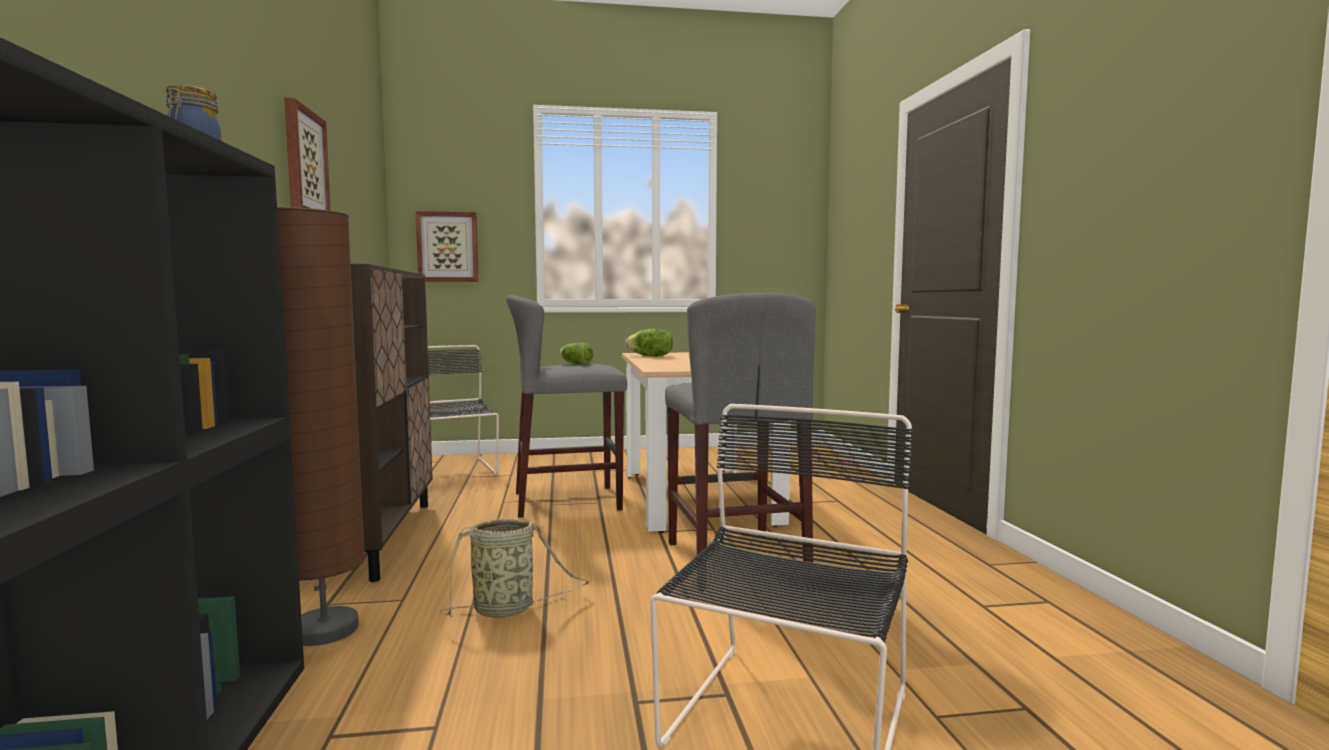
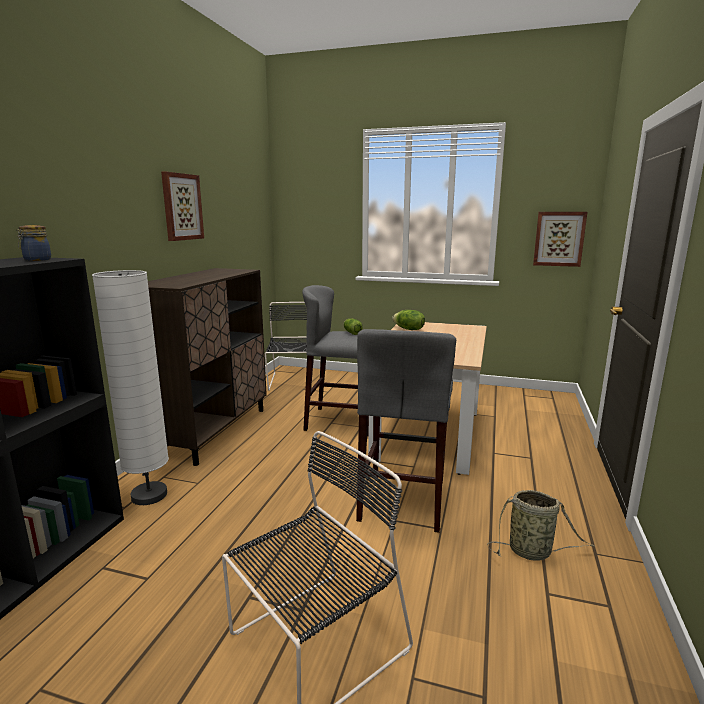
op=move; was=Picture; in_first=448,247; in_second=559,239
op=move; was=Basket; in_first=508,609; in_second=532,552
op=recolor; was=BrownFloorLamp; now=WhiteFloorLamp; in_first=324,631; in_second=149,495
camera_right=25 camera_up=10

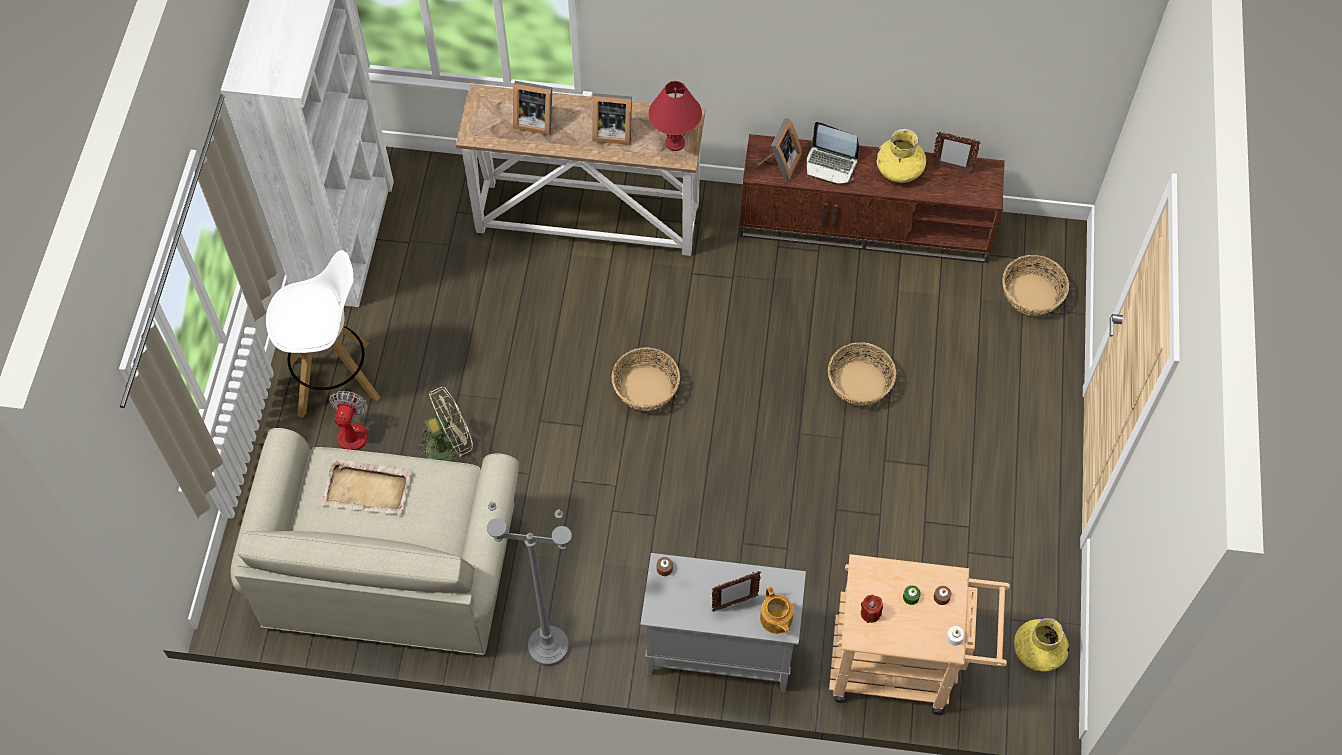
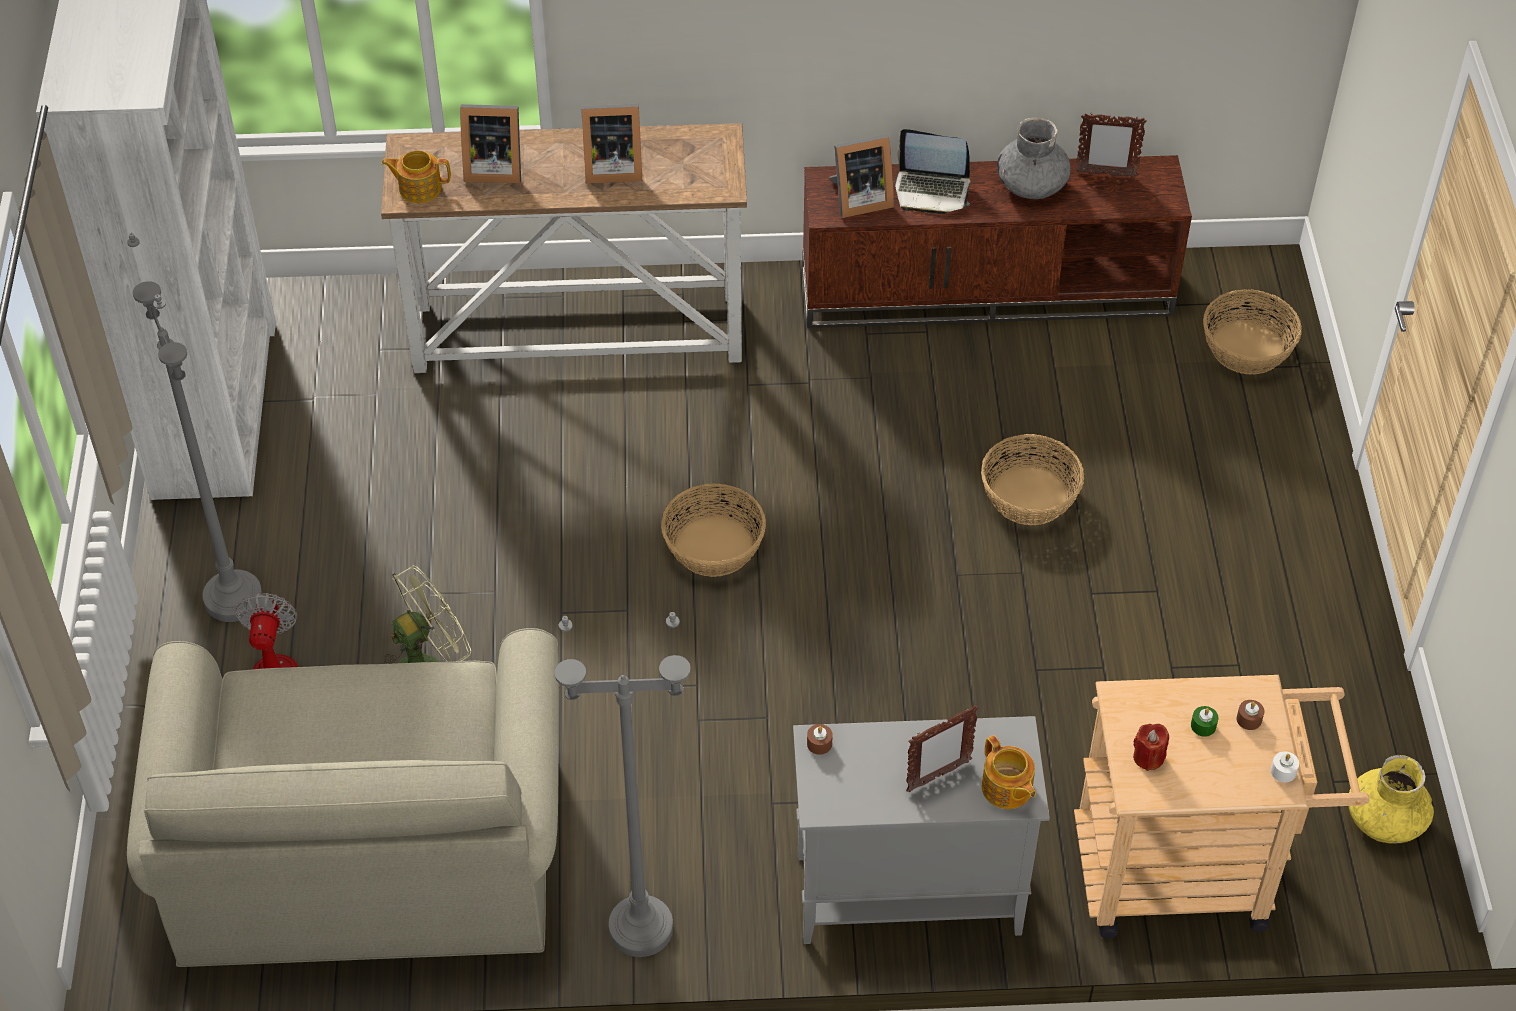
op=delete; was=BeigeTray; in_first=368,489
op=delete; was=RedTableLamp; in_first=674,143
op=insert; now=Teapot; in_second=419,188
op=replace; was=WhiteStool; now=GreyFloorLamp; in_first=335,379; in_second=234,599
op=recolor; was=YellowVase; now=GreyVase; in_first=899,169; in_second=1031,184
op=rotate; was=PictureFrame; in_first=780,164; in_second=858,199; clockwise=60
camera_right=-10 camera_up=-10

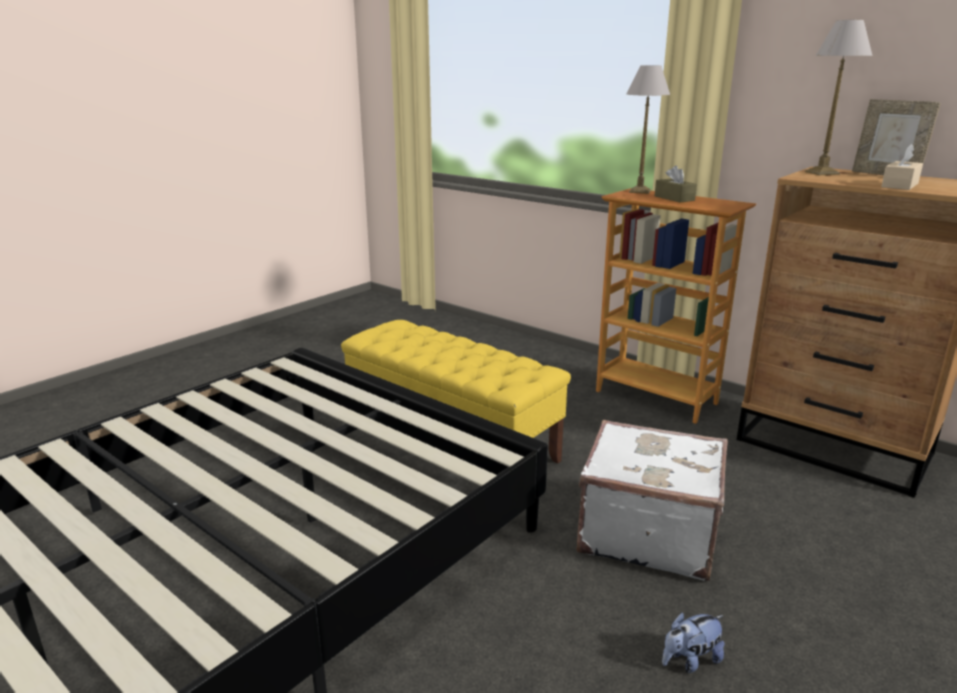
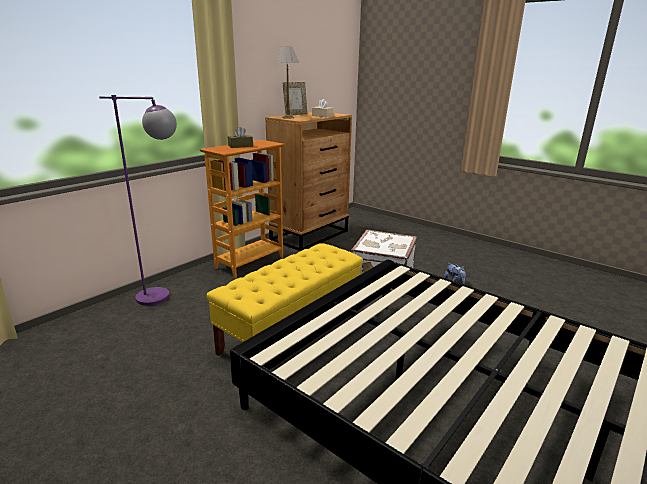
op=delete; was=TableLamp; in_first=640,191
op=insert; now=PurpleFloorLamp; in_second=164,297
camera_right=-90 camera_up=0

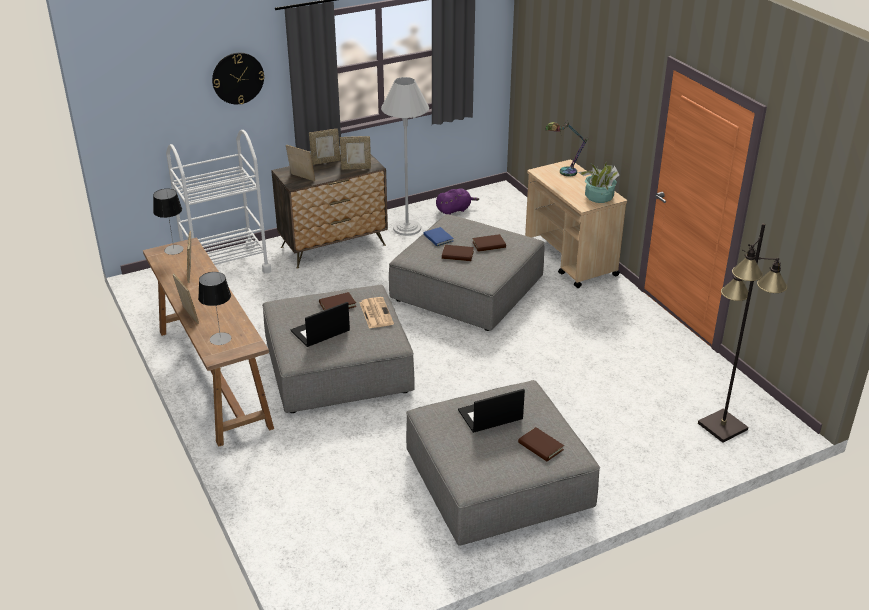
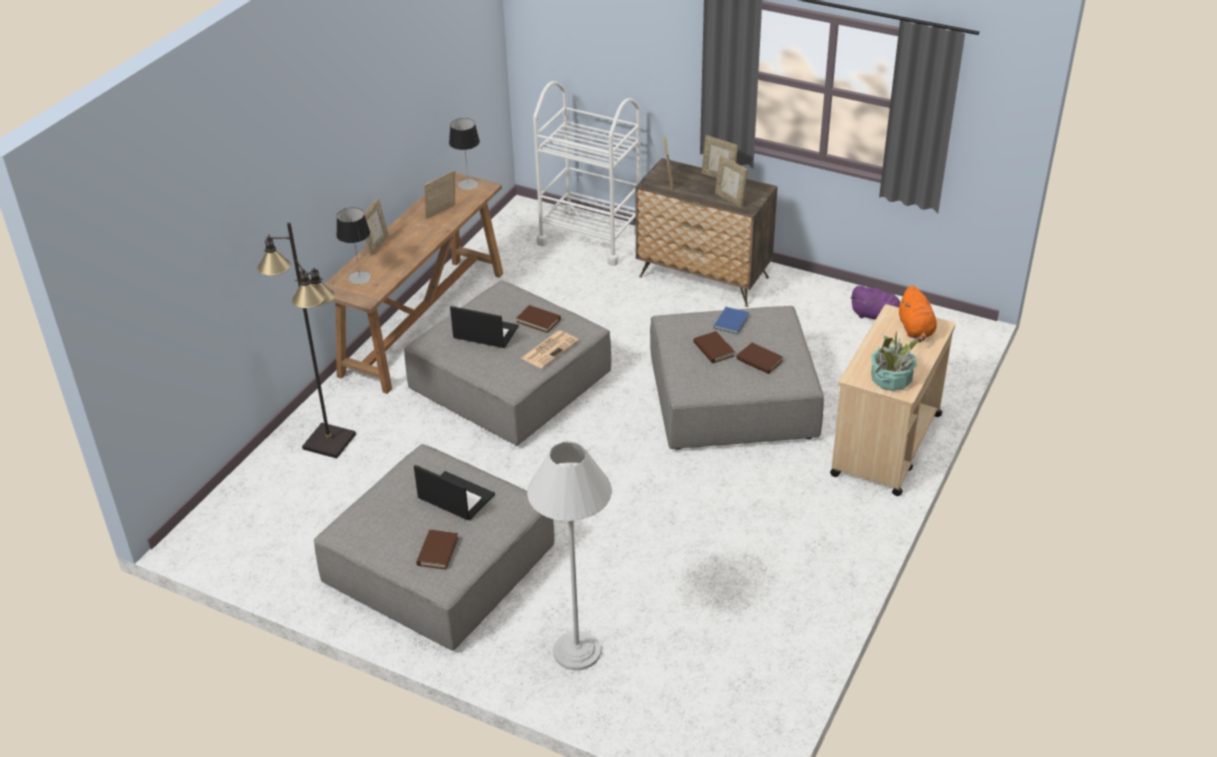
op=delete; was=WallClock; in_first=238,78
op=move; was=WhiteFloorLamp; in_first=407,228; in_second=576,651
op=move; was=BlackFloorLamp; in_first=721,426; in_second=329,441
op=replace; was=TableLamp; now=OrangePlushToy; in_first=562,171; in_second=916,329
camera_right=55 camera_up=5

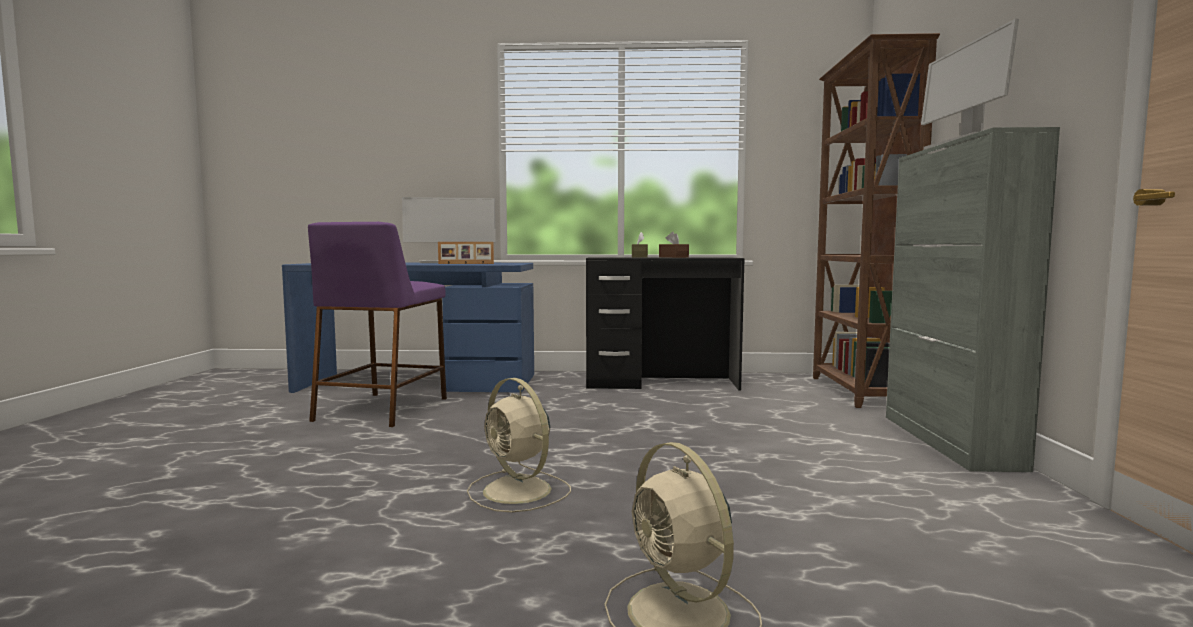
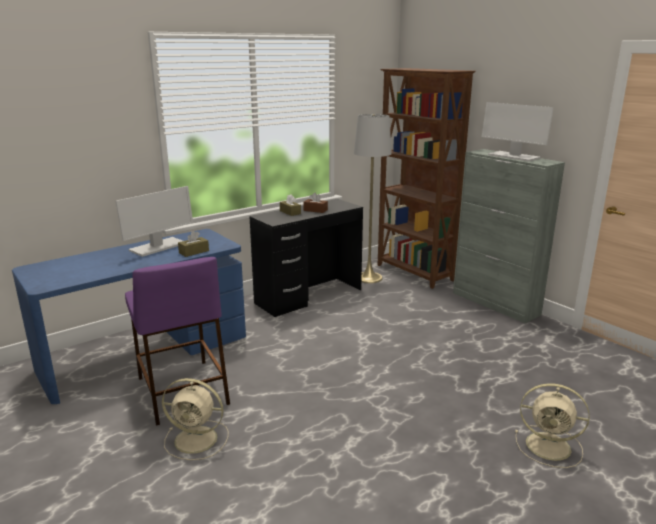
op=insert; now=GreyFloorLamp; in_second=369,278
op=move; was=BeigeFan; in_first=519,491; in_second=198,439
op=replace; was=PictureFrame; now=BrownTissueBox; in_first=466,263; in_second=194,252
camera_right=-40 camera_up=15

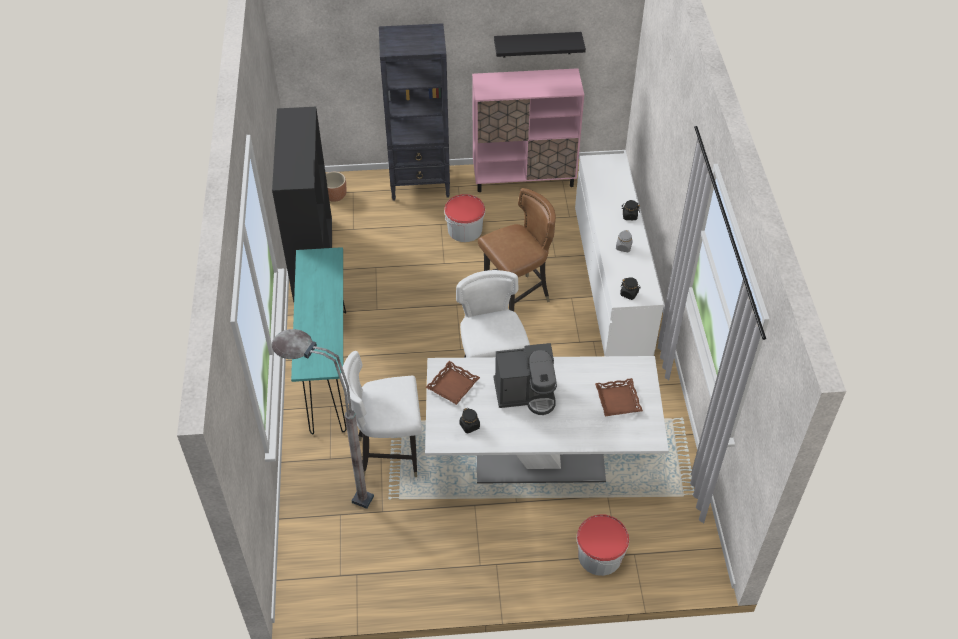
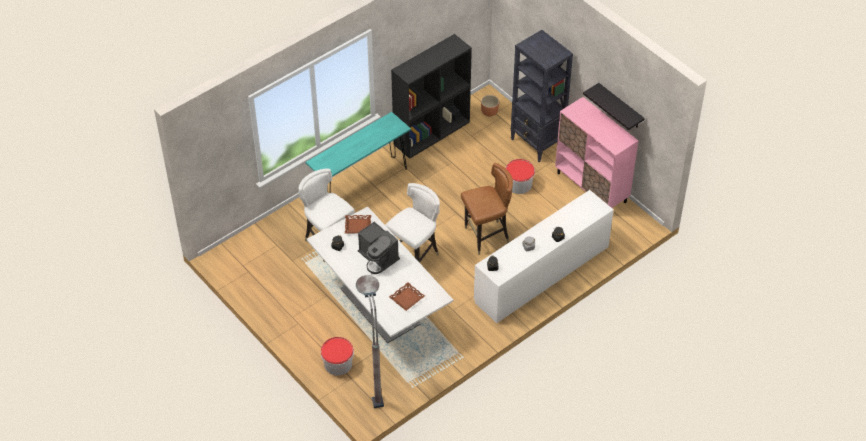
op=move; was=GreyFloorLamp; in_first=332,487; in_second=374,383
op=rotate; was=BrownChair; in_first=516,298; in_second=486,237; clockwise=-45
camera_right=55 camera_up=0

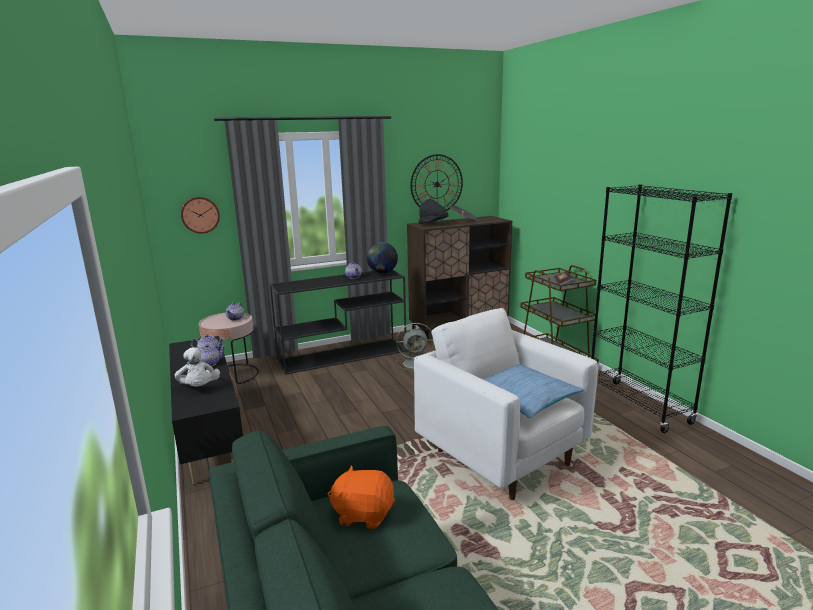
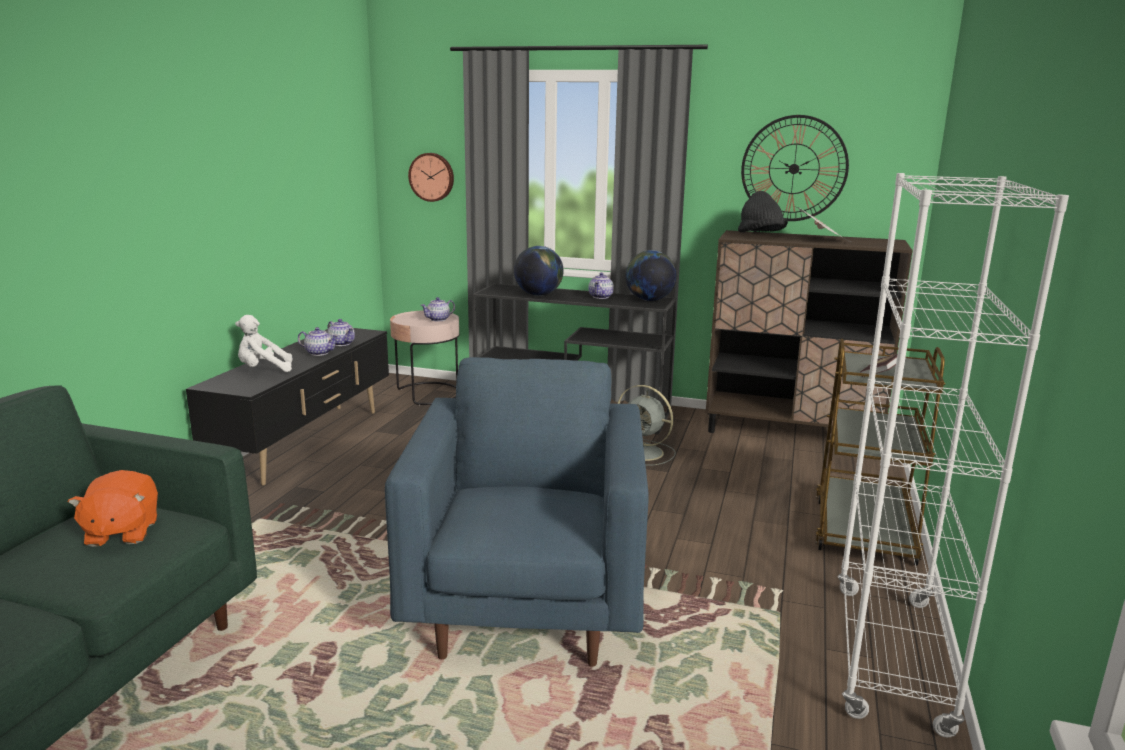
op=delete; was=Pillow; in_first=523,399
op=insert; now=Globe; in_second=538,294
op=recolor; was=WhiteArmchair; now=BlueArmchair; in_first=502,458; in_second=526,608
op=recolor; was=BlackBookcase; now=WhiteBookcase; in_first=638,406; in_second=890,657
op=rotate; was=WhitePlushToy; in_first=199,387; in_second=263,370; clockwise=60
op=rotate; was=OrangePlushToy; in_first=363,514; in_second=121,533; clockwise=-150
camera_right=40 camera_up=0

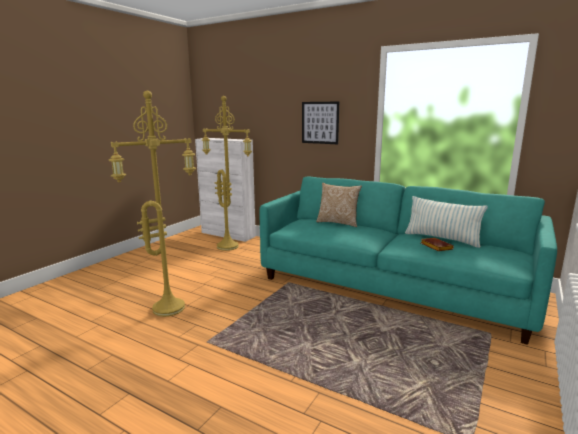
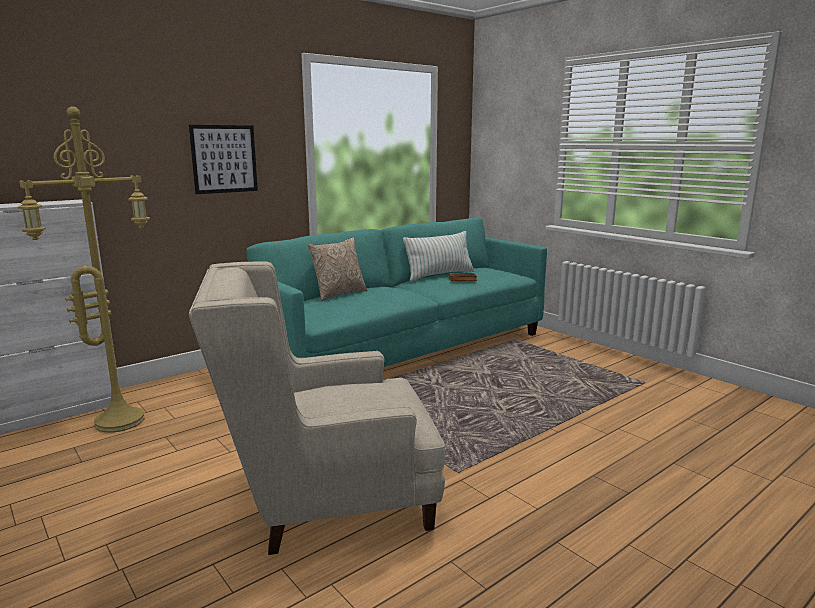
op=replace; was=YellowFloorLamp; now=BeigeArmchair; in_first=169,307; in_second=325,499
camera_right=-70 camera_up=0

